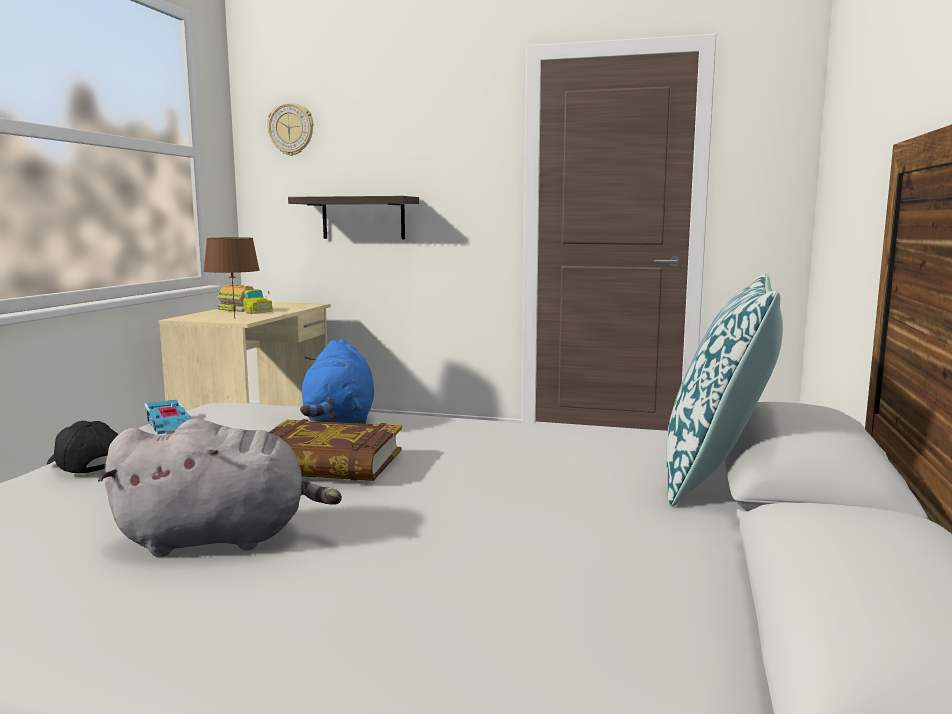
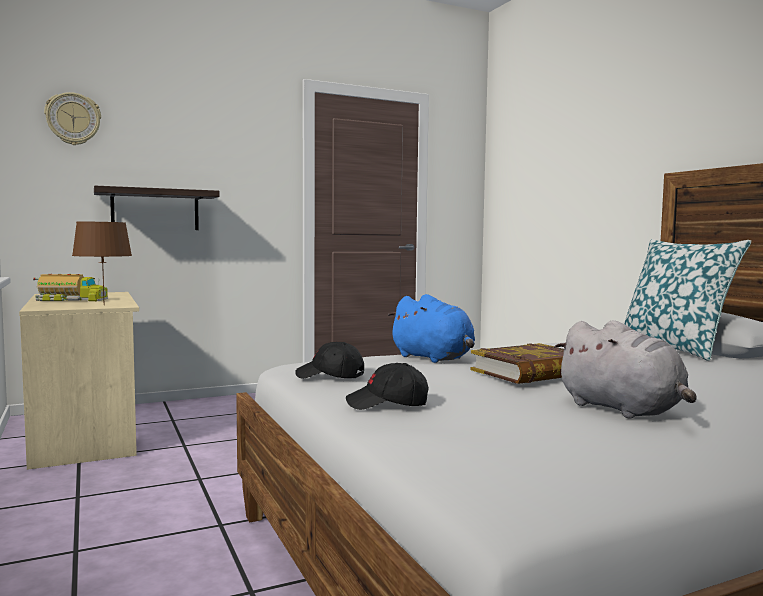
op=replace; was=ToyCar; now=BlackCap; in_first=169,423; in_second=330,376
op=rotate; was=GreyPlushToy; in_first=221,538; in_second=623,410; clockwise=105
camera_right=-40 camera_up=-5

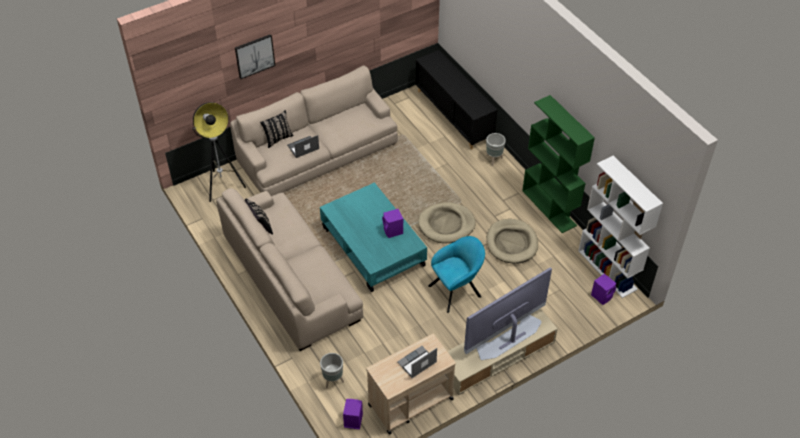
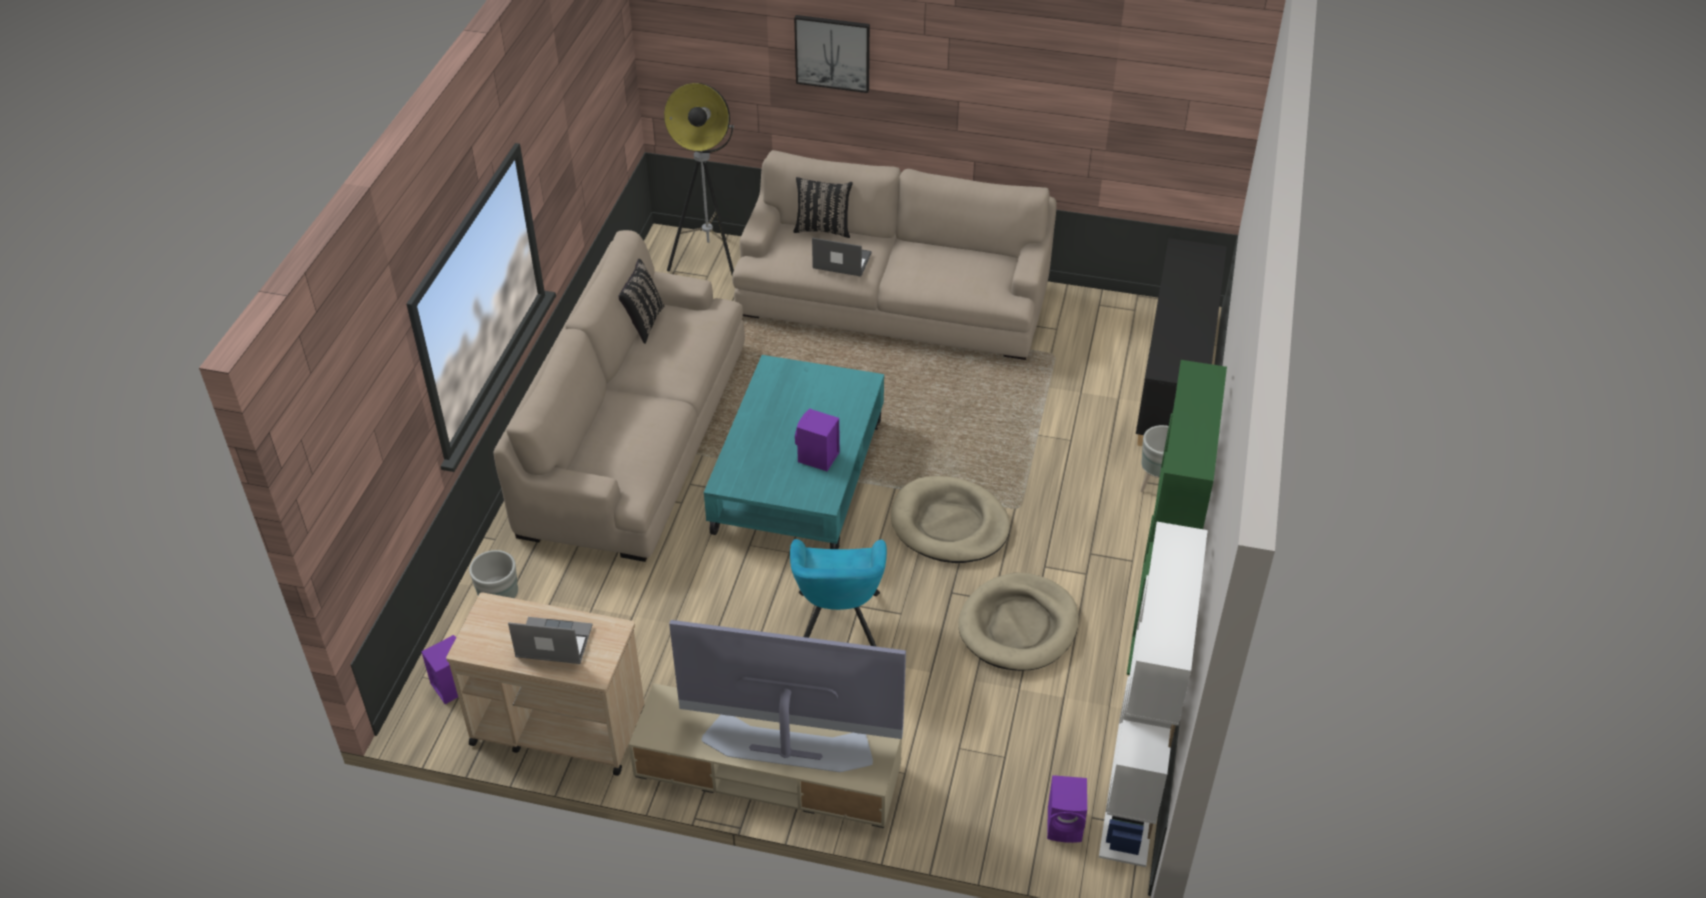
op=rotate; was=TurquoiseArmchair; in_first=457,290; in_second=838,628; clockwise=75
camera_right=45 camera_up=-5

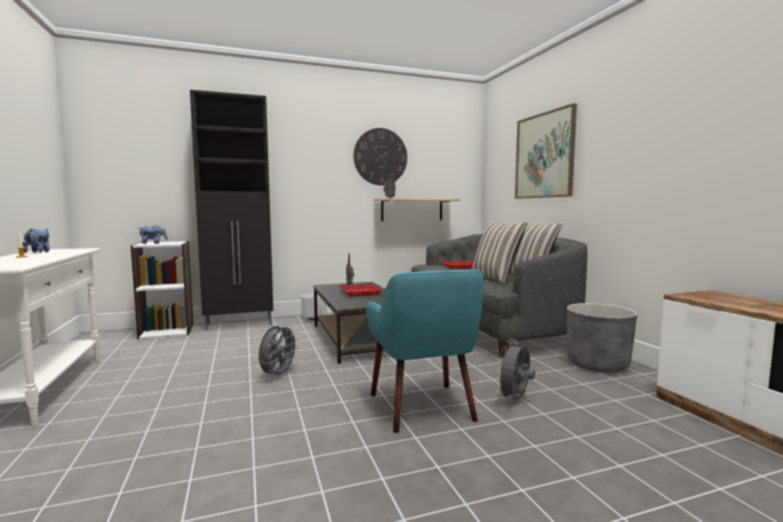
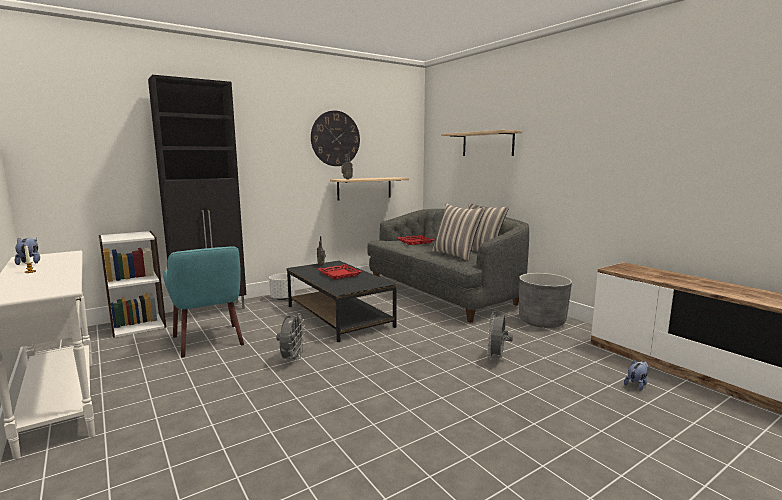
op=move; was=PlushToy; in_first=153,243; in_second=636,385
op=move; was=TurquoiseArmchair; in_first=422,407; in_second=209,340
op=replace; was=Picture; now=Shelf; in_first=544,155; in_second=487,144
camera_right=-15 camera_up=5

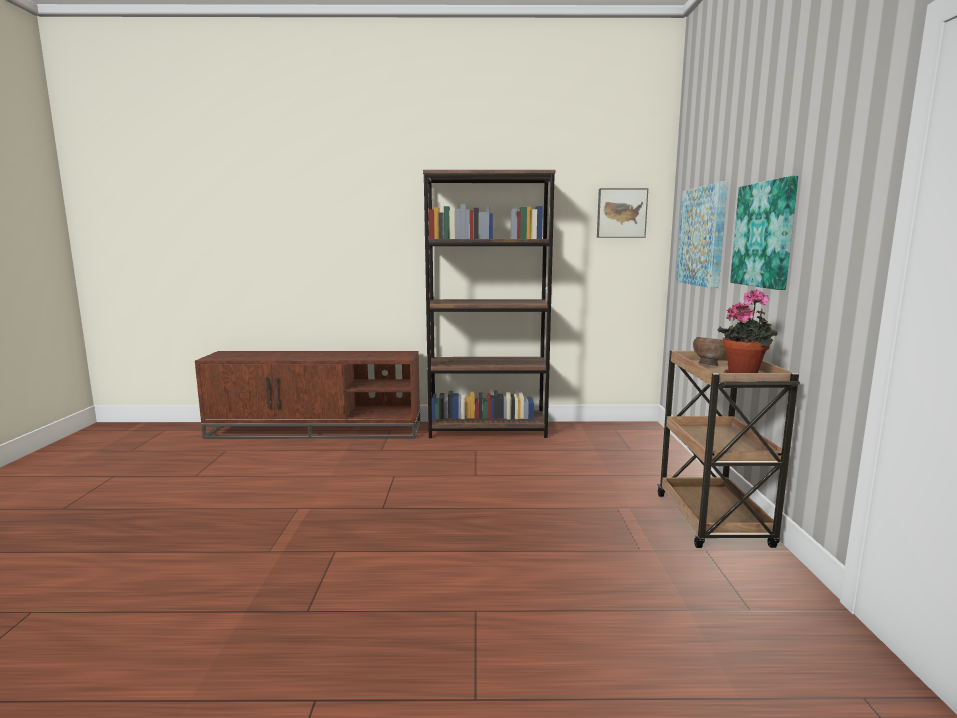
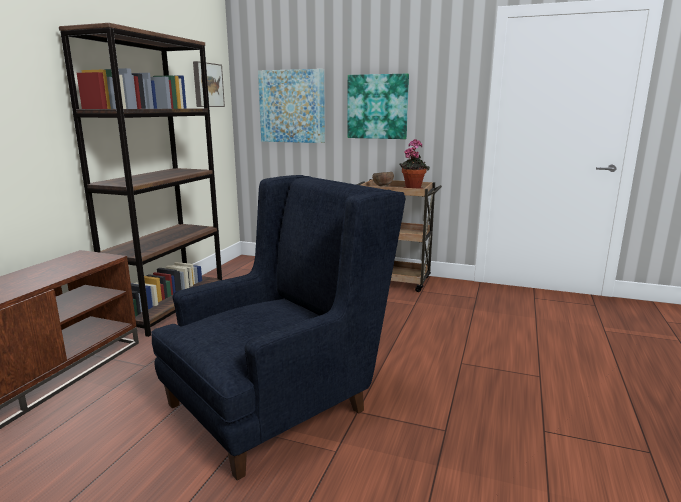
op=insert; now=BlueArmchair; in_second=280,401
camera_right=-70 camera_up=5

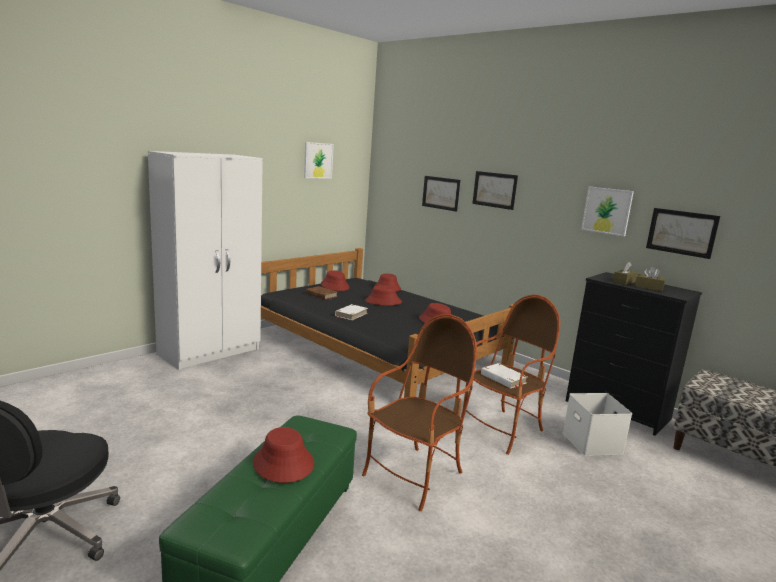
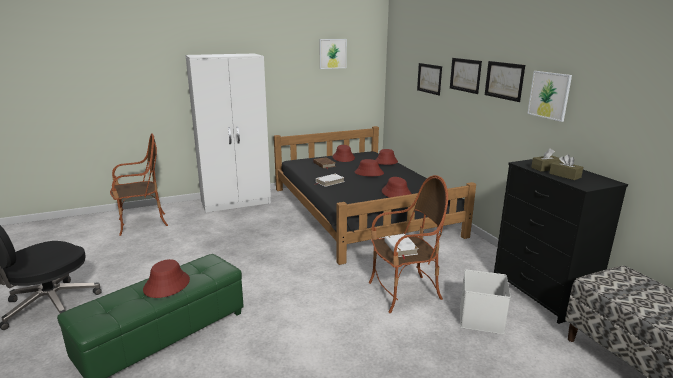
op=move; was=Armchair; in_first=414,477; in_second=142,223
op=move; was=Picture; in_first=681,232; in_second=504,80
camera_right=25 camera_up=5

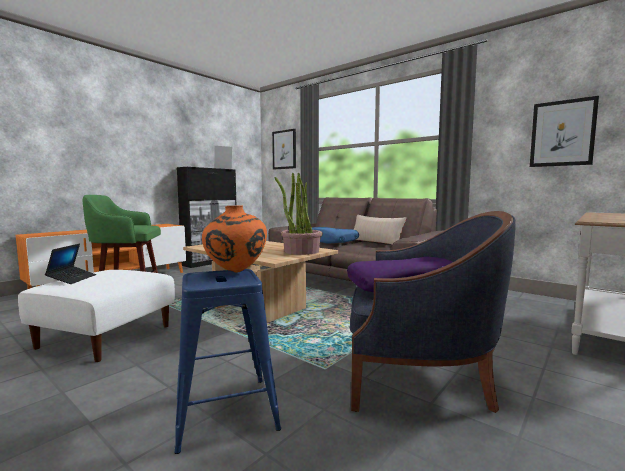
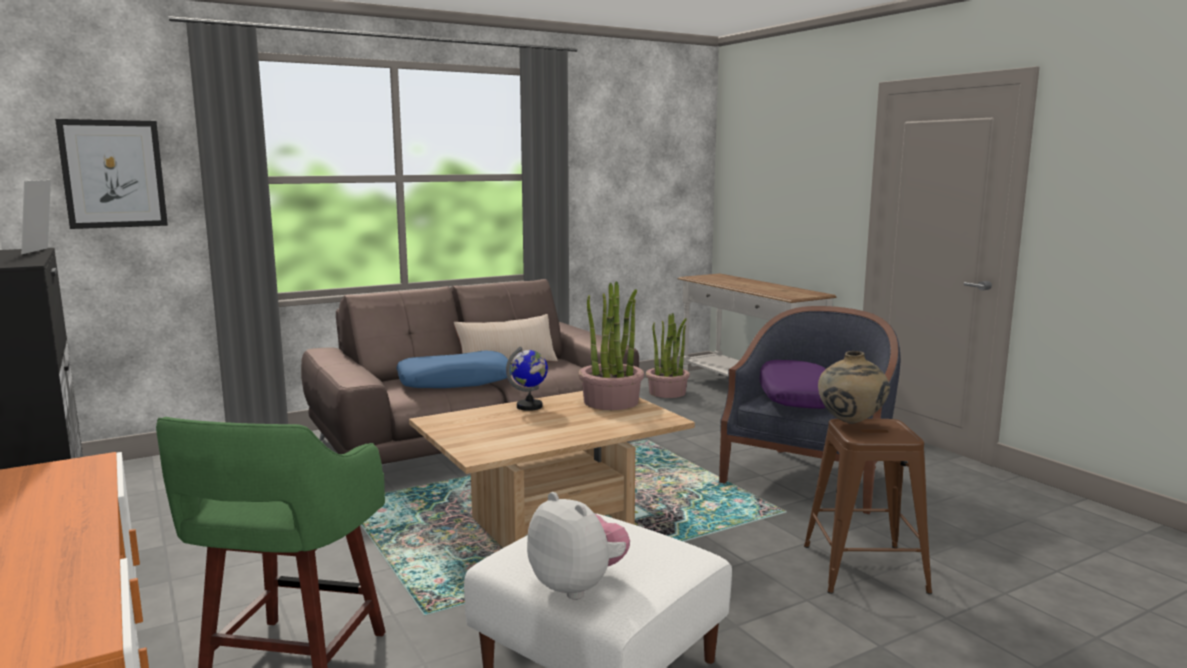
op=delete; was=Picture; in_first=562,133
op=insert; now=Globe; in_second=530,406
op=insert; now=PottedPlant; in_second=667,393
op=replace; was=Laptop; now=PlushToy; in_first=72,279; in_second=578,586
op=recolor; was=BlueStool; now=BrownStool; in_first=226,411; in_second=864,568
op=recolor; was=OrangeVase; now=BeigeVase; in_first=235,272; in_second=851,423
camera_right=-70 camera_up=5

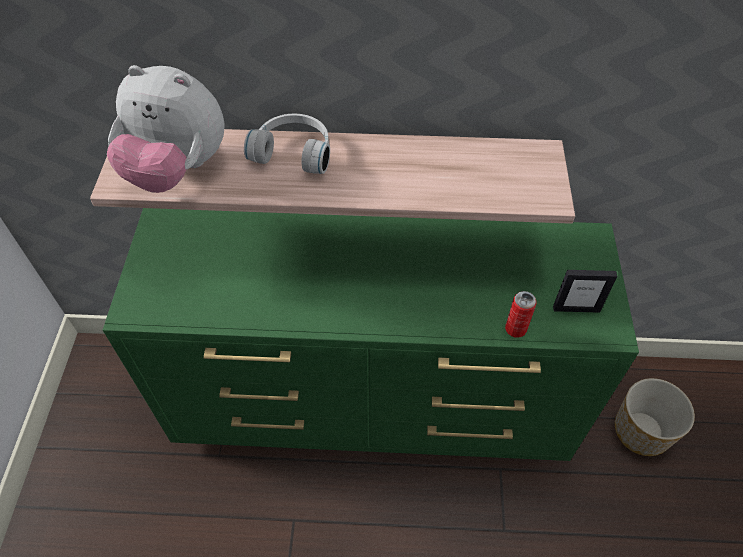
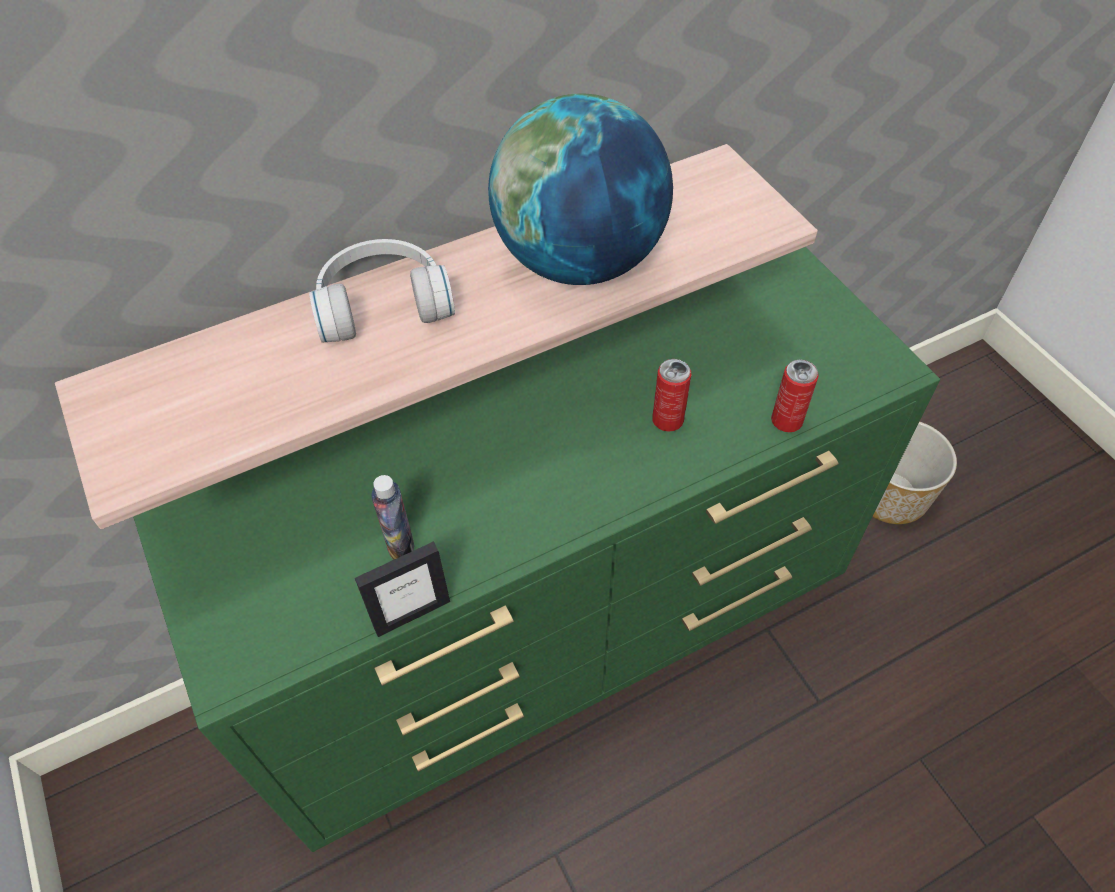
op=delete; was=PlushToy; in_first=177,170
op=insert; now=Bottle; in_second=400,545
op=insert; now=Globe; in_second=579,261
op=insert; now=Can; in_second=667,420
op=move; was=PictureFrame; in_first=576,308; in_second=412,614
camera_right=-30 camera_up=0

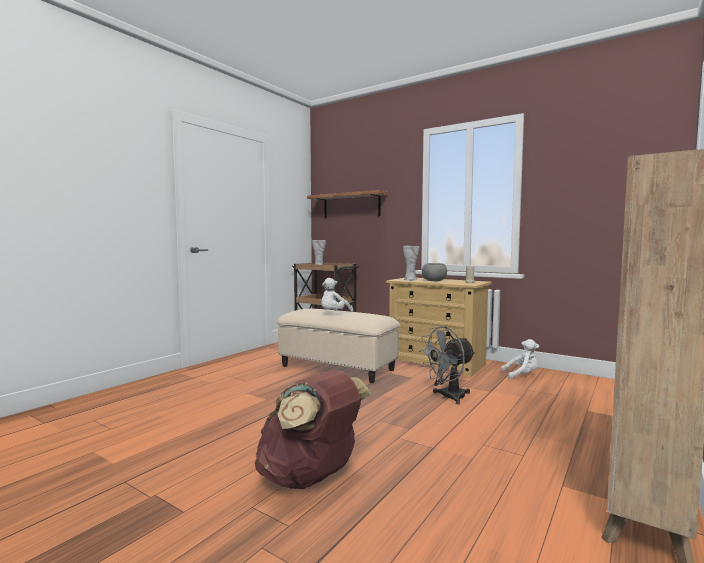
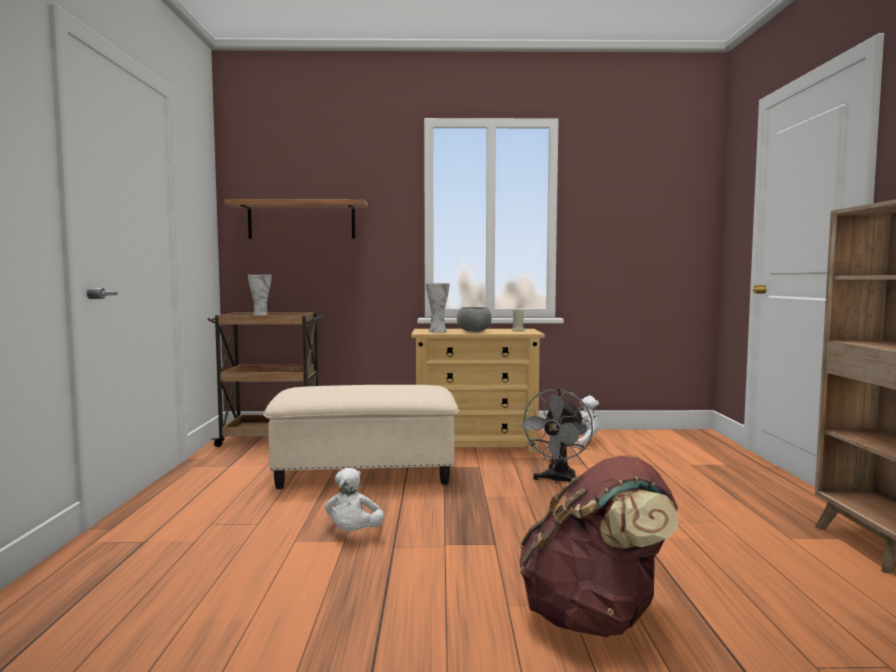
op=move; was=WhitePlushToy; in_first=334,314; in_second=353,534
camera_right=-35 camera_up=0

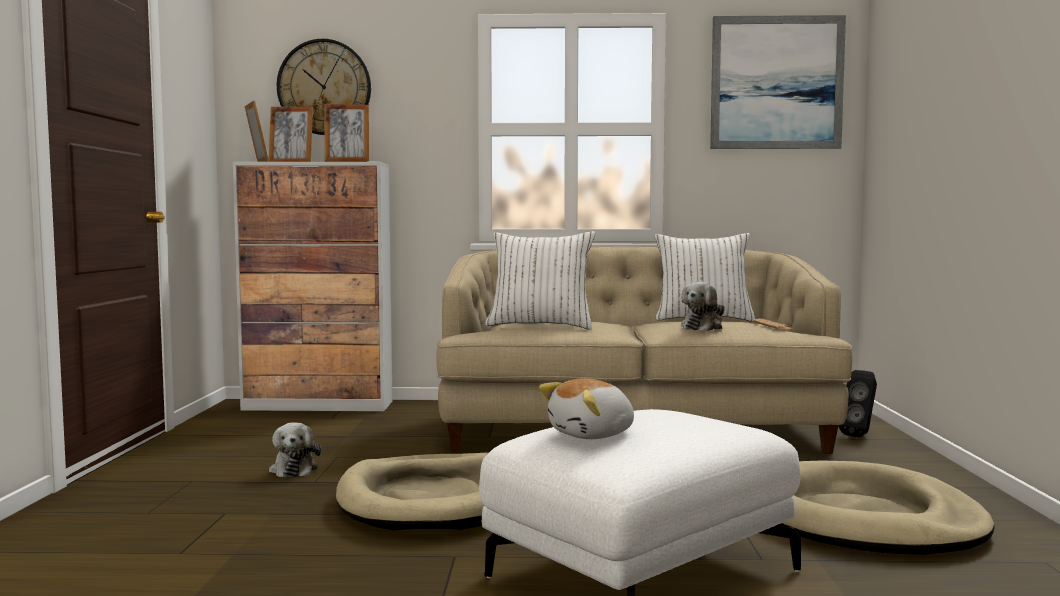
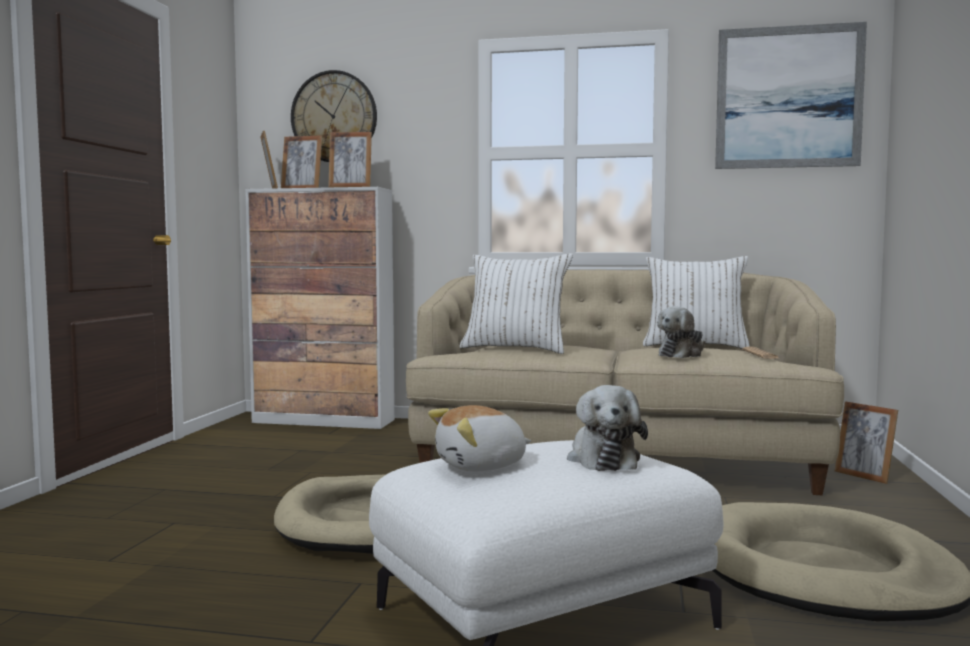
op=move; was=PlushToy; in_first=294,469; in_second=602,459
op=replace; was=BlackSpeaker; now=PictureFrame; in_first=860,435; in_second=864,476
camera_right=10 camera_up=0

